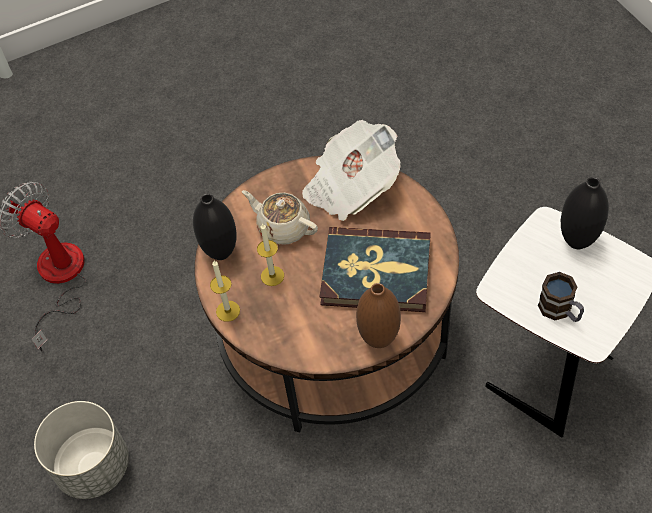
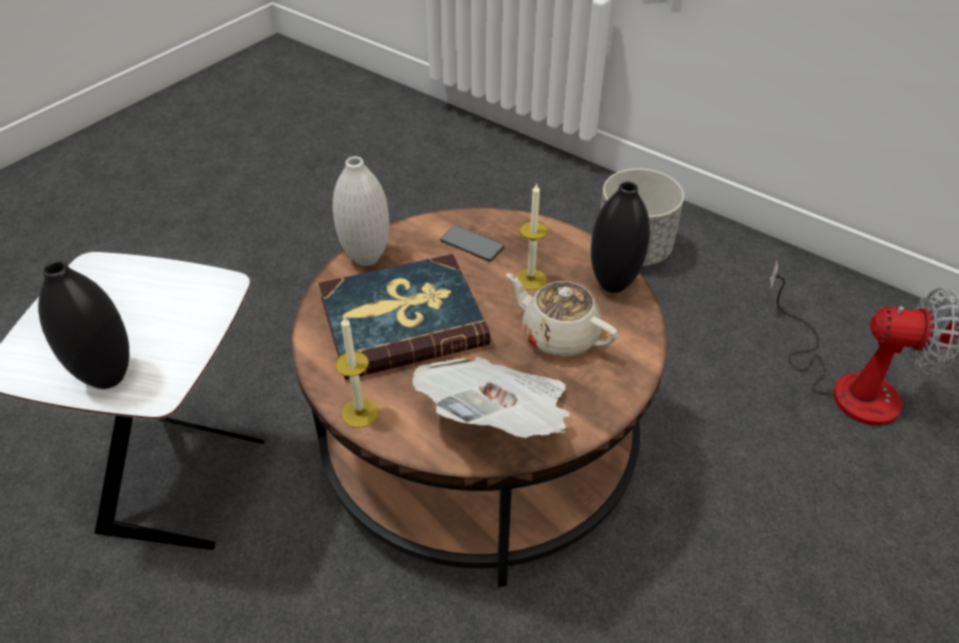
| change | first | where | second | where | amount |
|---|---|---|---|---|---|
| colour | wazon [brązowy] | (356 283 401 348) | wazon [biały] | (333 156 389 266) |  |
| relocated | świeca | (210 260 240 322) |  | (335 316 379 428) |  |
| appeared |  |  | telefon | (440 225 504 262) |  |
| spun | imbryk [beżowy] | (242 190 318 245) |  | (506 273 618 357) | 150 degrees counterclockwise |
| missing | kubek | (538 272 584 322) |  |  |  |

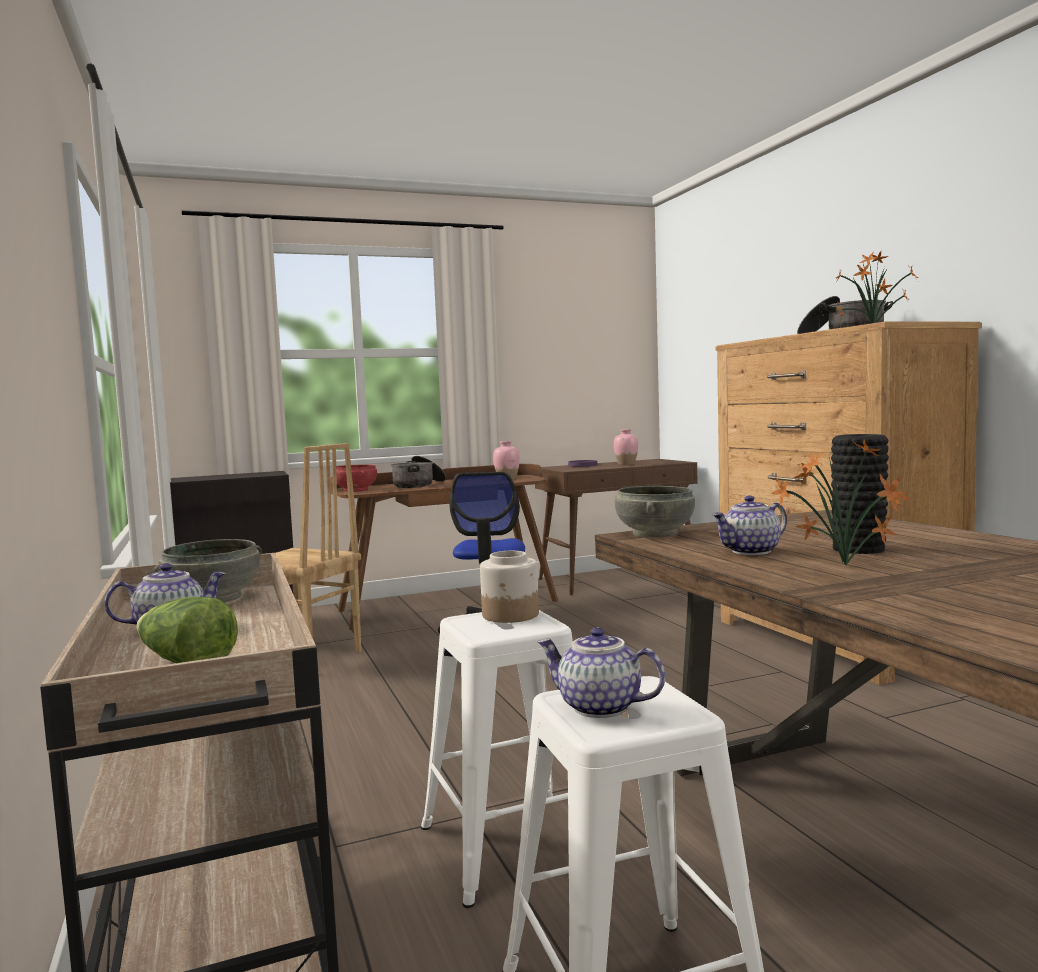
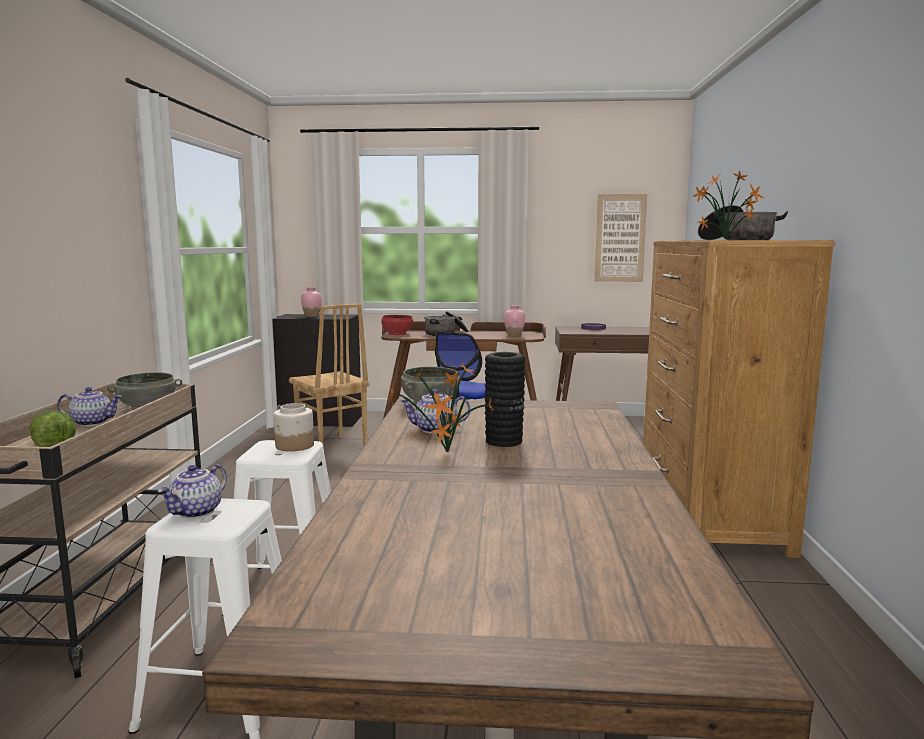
| change | first | where | second | where | amount |
|---|---|---|---|---|---|
| spun | imbryk | (537 627 665 718) |  | (158 464 227 519) | 120 degrees counterclockwise |
| relocated | wazon [różowy] | (614 429 638 465) |  | (301 287 322 317) |  |
| appeared |  |  | obraz | (595 194 647 282) |  |

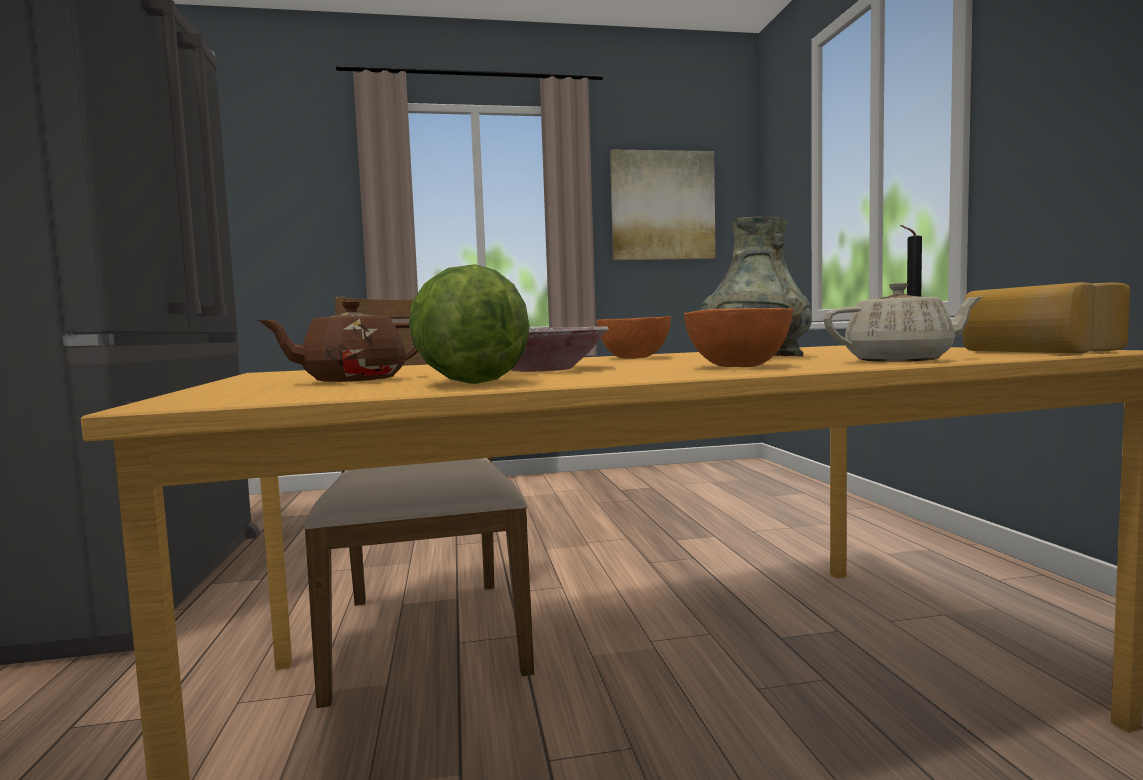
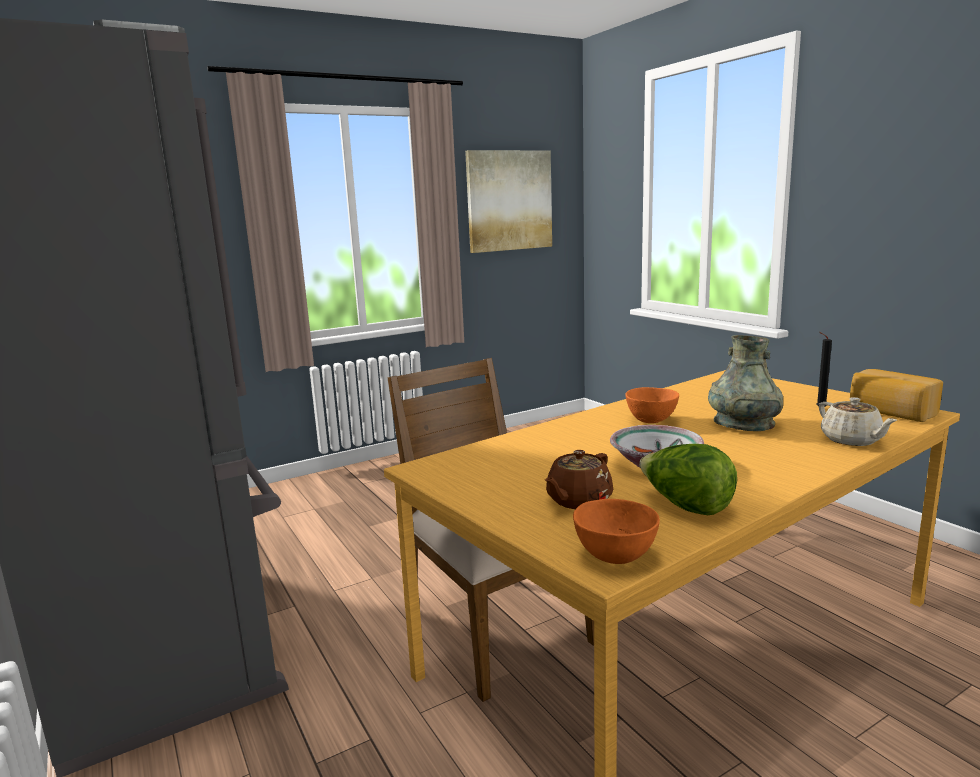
| change | first | where | second | where | amount |
|---|---|---|---|---|---|
| relocated | miska [pomarańczowy] | (684 308 793 367) |  | (573 499 660 564) |  |
| spun | imbryk [beżowy] | (823 283 983 362) |  | (819 397 897 446) | 90 degrees clockwise |

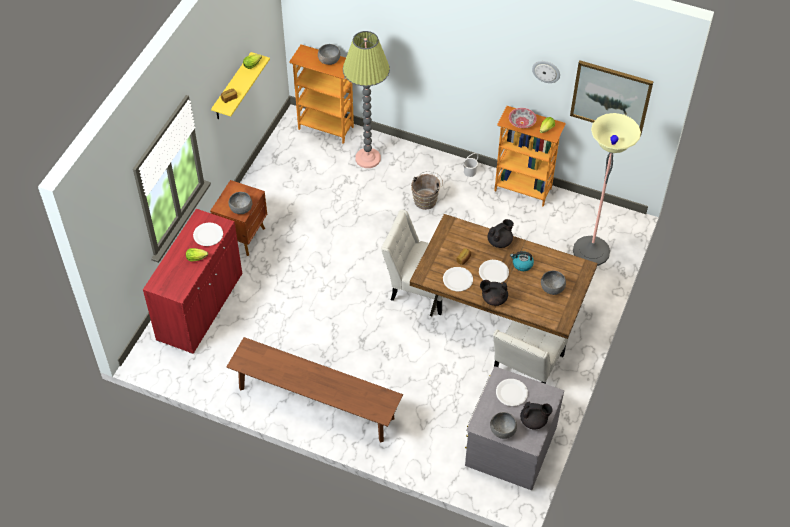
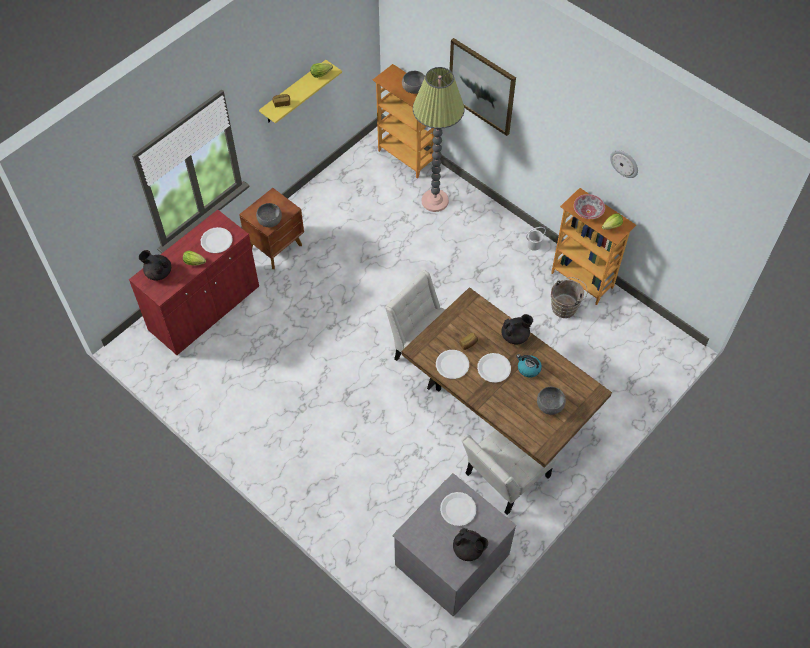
| change | first | where | second | where | amount |
|---|---|---|---|---|---|
| relocated | imbryk [czarny] | (480 280 508 306) |  | (139 250 171 281) |  |
| relocated | obraz | (570 61 654 137) |  | (450 38 516 136) |  |
| relocated | wiadro [brązowy] | (411 171 443 210) |  | (551 277 588 318) |  |
| missing | ławka [brązowy] | (226 337 403 443) |  |  |  |
| missing | miska [szary] | (490 412 517 439) |  |  |  |
| missing | lampa stojąca | (573 113 641 266) |  |  |  |

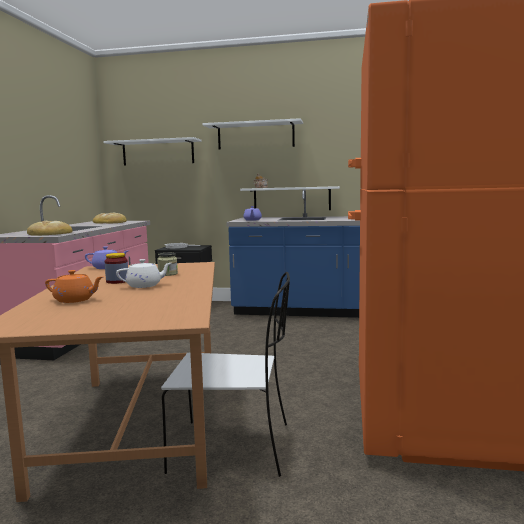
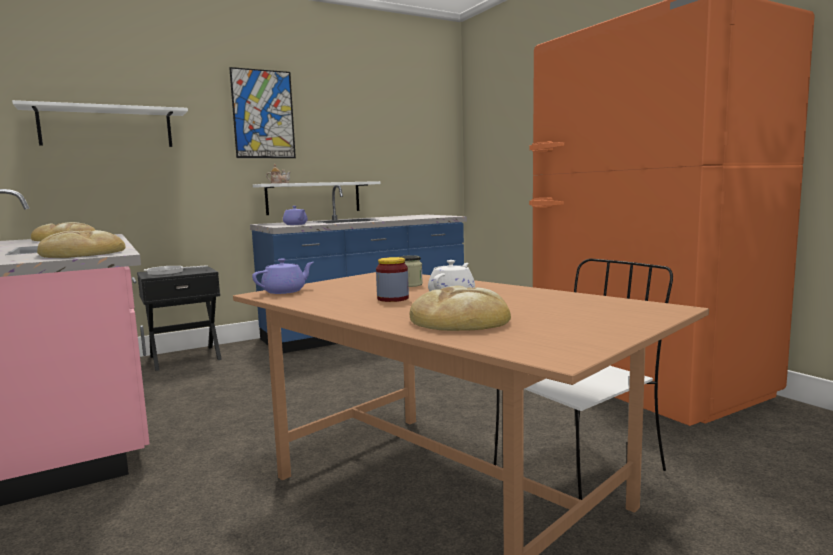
| change | first | where | second | where | amount |
|---|---|---|---|---|---|
| exchanged | półka [biały] | (202 118 303 150) | obraz | (229 67 296 158) |  |
| exchanged | imbryk [pomarańczowy] | (45 270 103 303) | chleb | (410 285 511 331) |  |

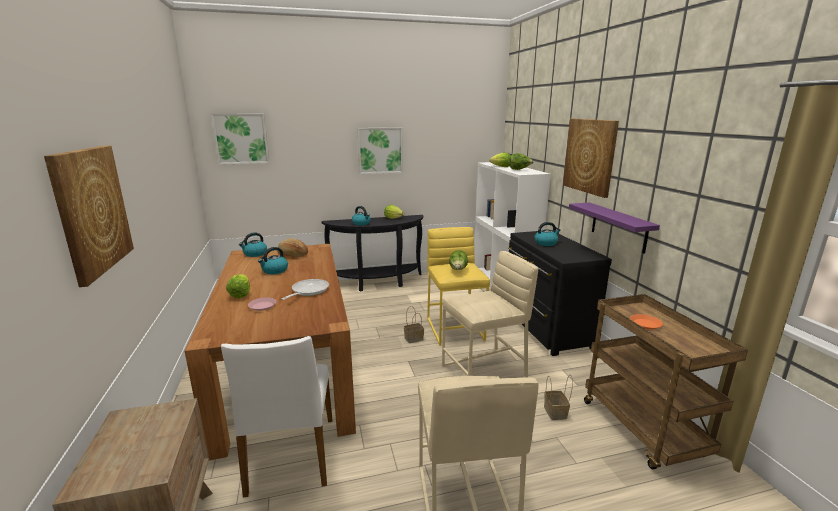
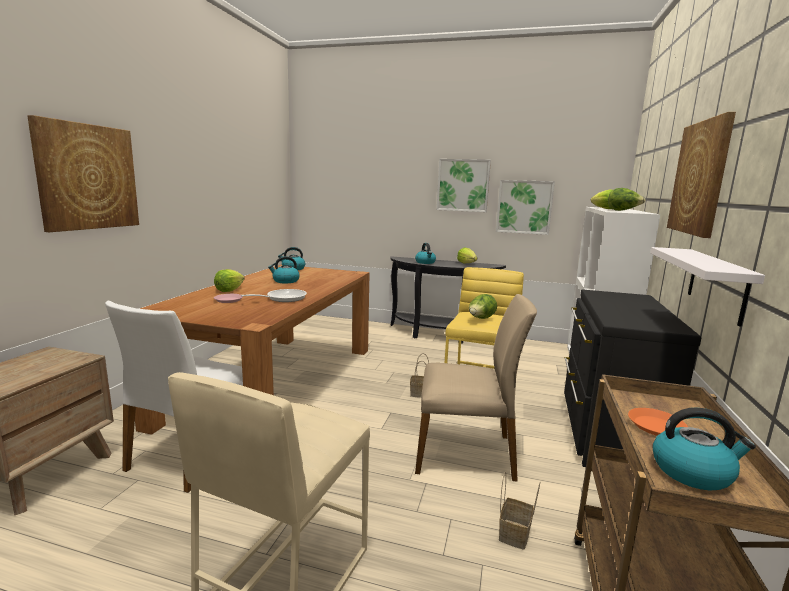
| change | first | where | second | where | amount |
|---|---|---|---|---|---|
| exchanged | stołek [beżowy] | (442 251 538 378) | krzesło [beżowy] | (415 294 537 482) |  |
| relocated | obraz | (211 114 270 165) |  | (496 180 555 235) |  |
| colour | półka [fioletowy] | (569 203 660 254) | półka [biały] | (651 247 765 326) |  |
| relocated | czajnik | (534 222 561 246) |  | (652 408 756 490) |  |
| missing | chleb | (277 238 308 257) |  |  |  |

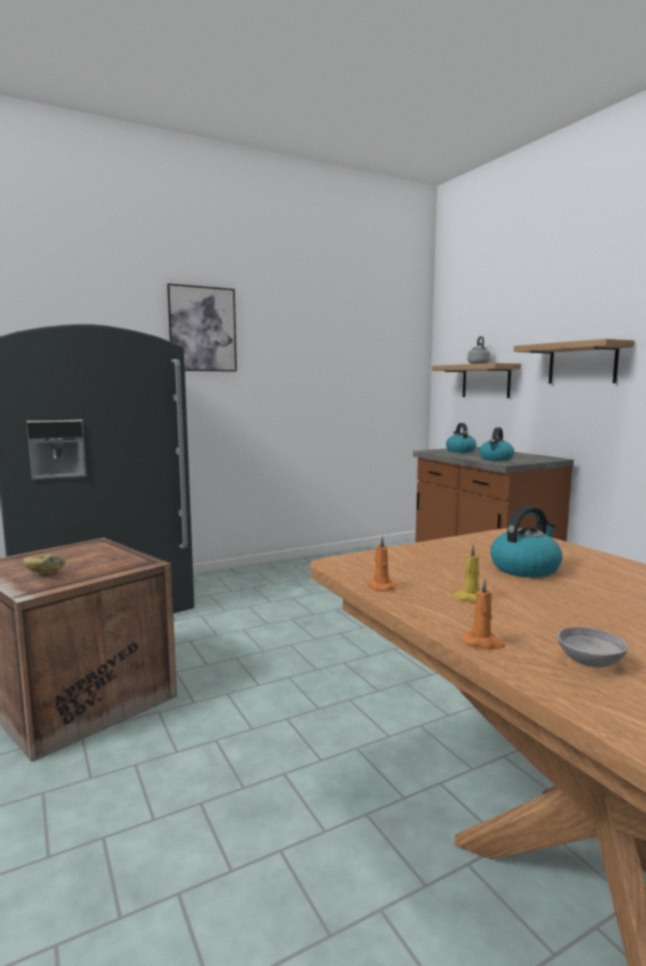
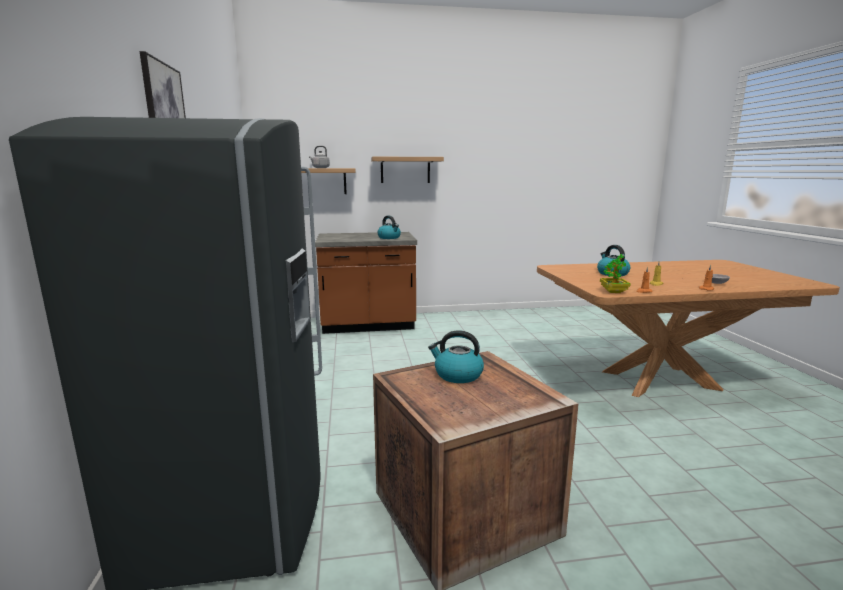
| change | first | where | second | where | amount |
|---|---|---|---|---|---|
| relocated | czajnik | (446 423 477 453) |  | (428 330 484 383) |  |
| appeared |  |  | roślina doniczkowa | (600 254 631 293) |  |
| missing | chleb | (23 554 66 574) |  |  |  |

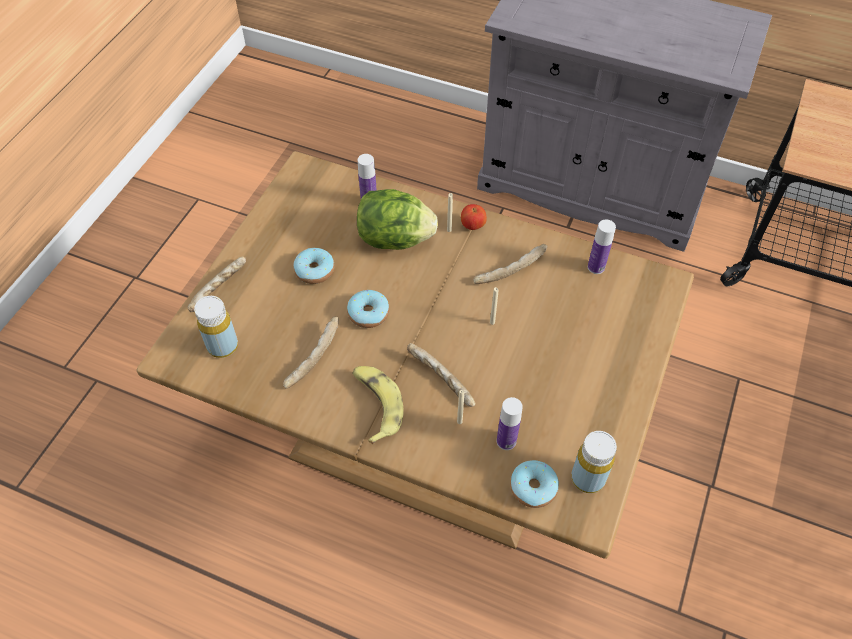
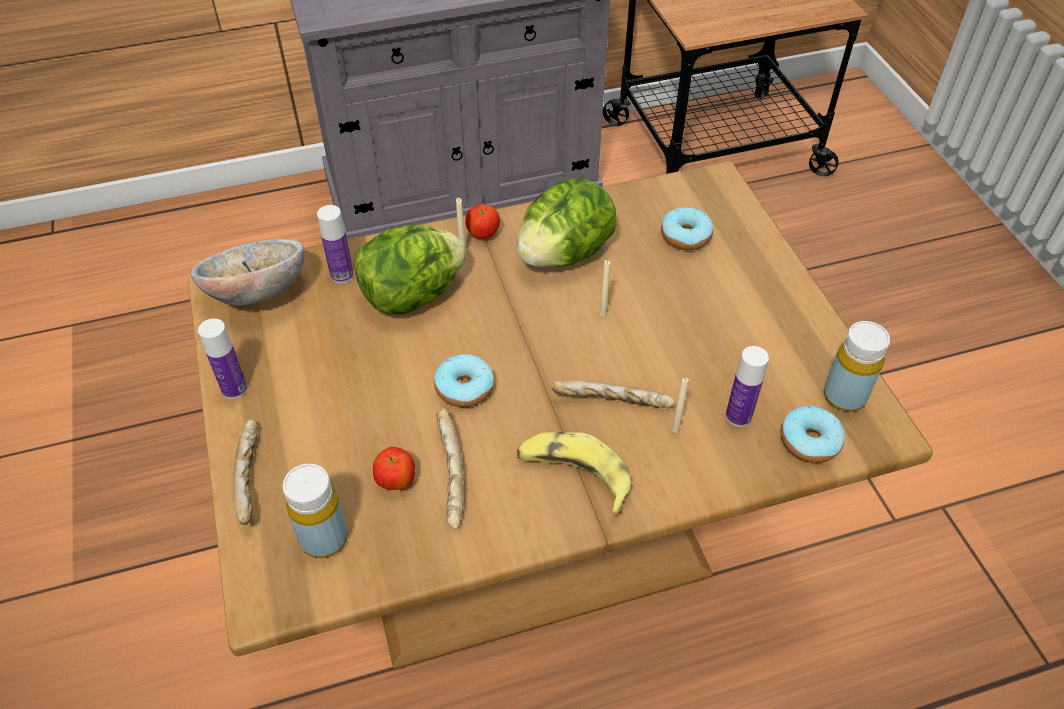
| change | first | where | second | where | amount |
|---|---|---|---|---|---|
| appeared |  |  | miska | (191 239 305 306) |  |
| relocated | butelka | (588 219 616 274) |  | (198 318 248 399) |  |
| appeared |  |  | jabłko | (373 447 415 490) |  |
| exchanged | chleb | (473 244 548 284) | sałata | (517 178 617 267) |  |
| relocated | donut | (293 248 334 284) |  | (661 207 713 250) |  |

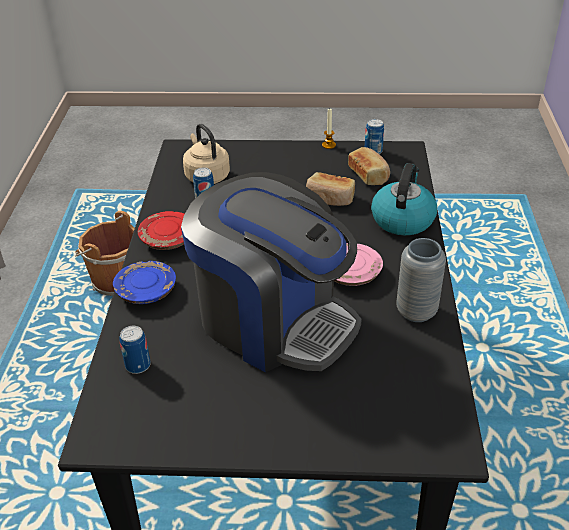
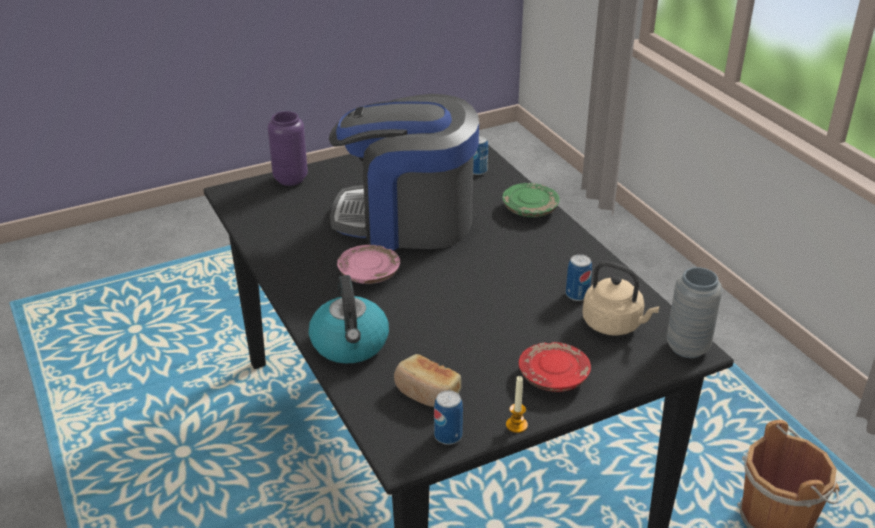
| change | first | where | second | where | amount |
|---|---|---|---|---|---|
| appeared |  |  | wazon [fioletowy] | (268 111 308 186) |  |
| colour | talerz [niebieski] | (113 261 176 304) | talerz [zielony] | (502 183 560 217) |  |
| relocated | talerz [czerwony] | (138 211 184 250) |  | (519 342 591 392) |  |
| relocated | wazon [szary] | (396 238 446 322) |  | (667 267 722 358) |  |
| missing | chleb | (306 172 355 206) |  |  |  |

